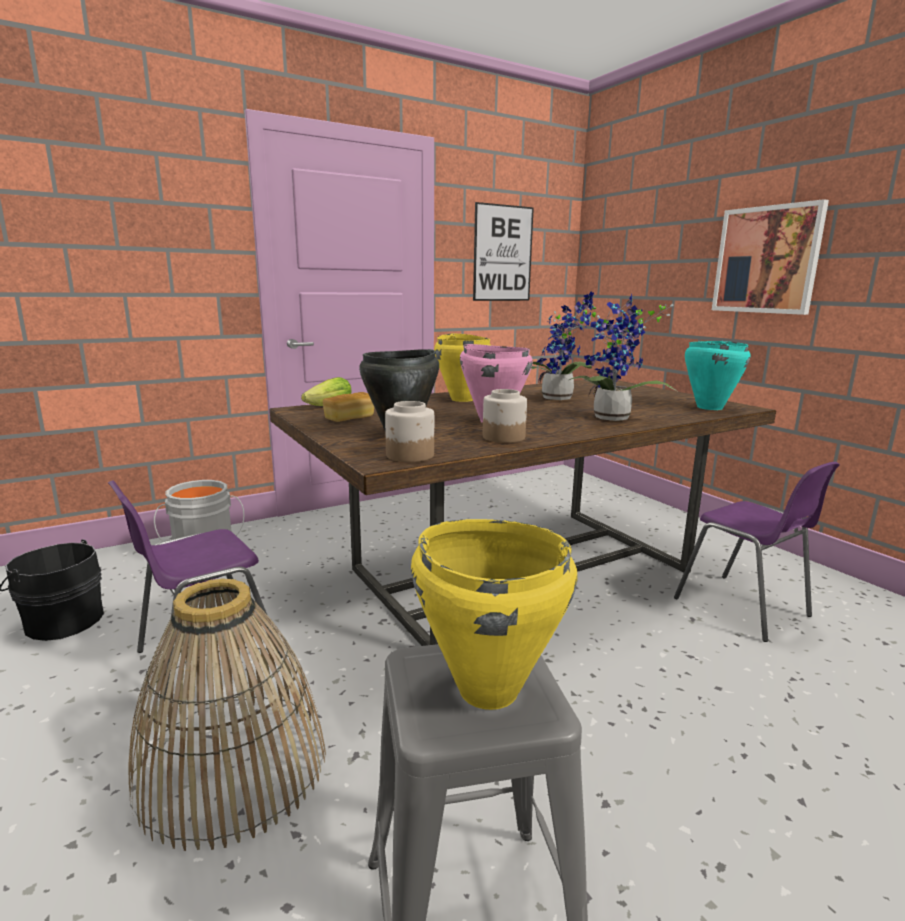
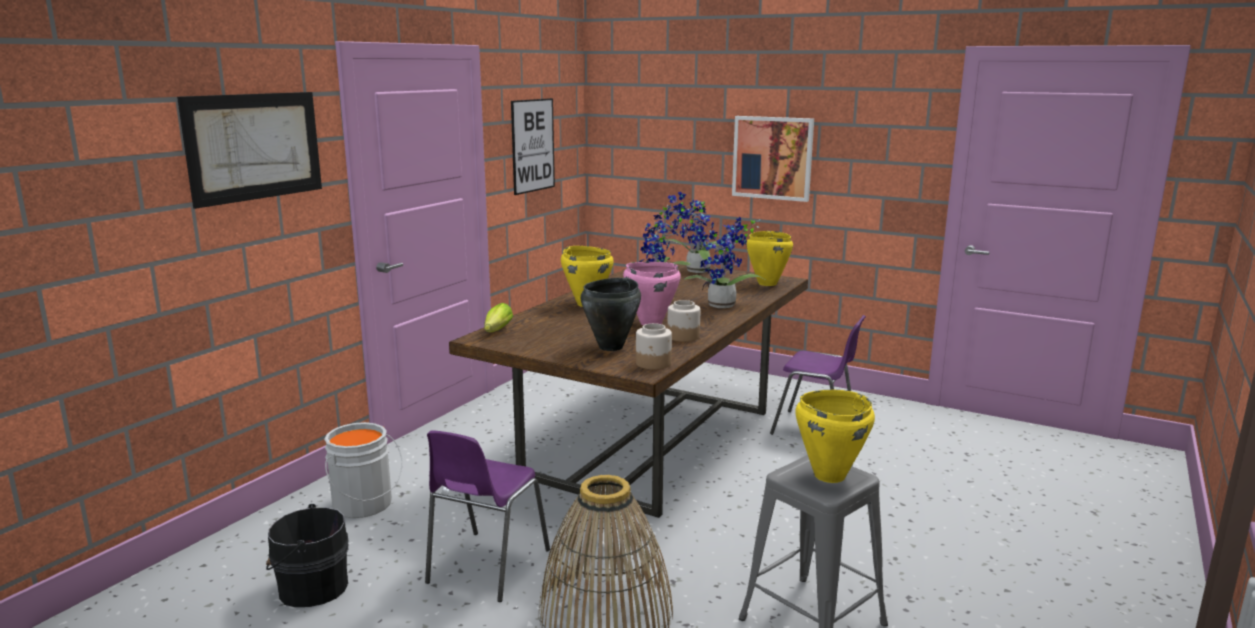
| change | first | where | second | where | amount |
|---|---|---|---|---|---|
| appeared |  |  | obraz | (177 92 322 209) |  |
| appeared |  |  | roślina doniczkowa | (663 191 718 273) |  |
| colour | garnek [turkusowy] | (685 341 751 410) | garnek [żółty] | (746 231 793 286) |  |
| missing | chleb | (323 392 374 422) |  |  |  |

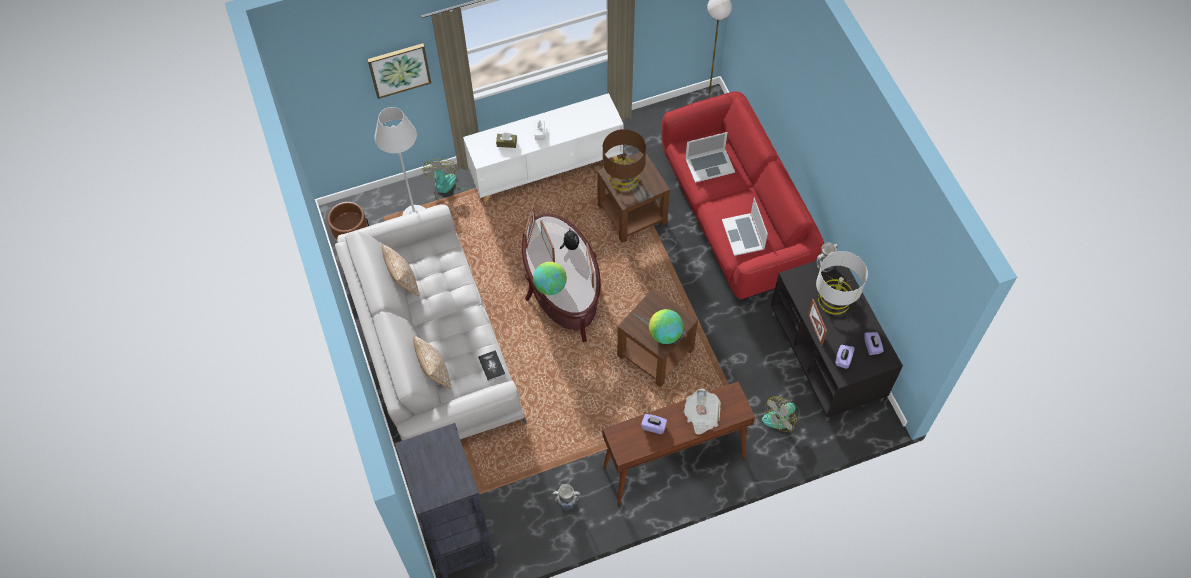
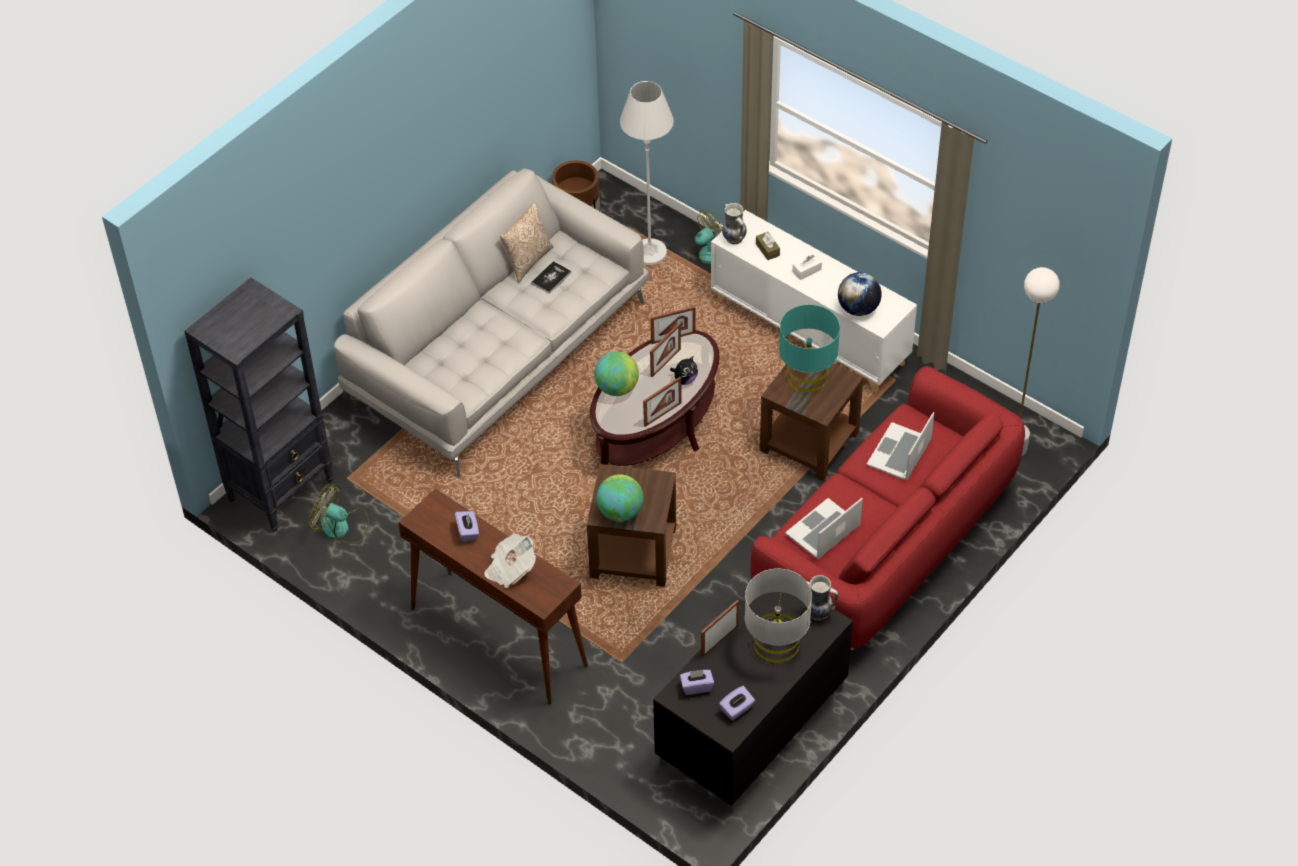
| change | first | where | second | where | amount |
|---|---|---|---|---|---|
| relocated | wentylator | (762 396 800 432) |  | (309 484 369 544) |  |
| relocated | książka | (478 350 506 381) |  | (531 261 571 294) |  |
| relocated | wazon | (553 484 580 509) |  | (722 203 747 244) |  |
| colour | lampa stołowa [brązowy] | (603 129 646 191) | lampa stołowa [turkusowy] | (779 305 840 392) |  |
| appeared |  |  | globus | (838 272 882 316) |  |
| spun | laptop | (685 132 735 183) |  | (866 412 934 481) | 75 degrees clockwise |
| missing | obraz | (367 43 431 99) |  |  |  |
| missing | poduszka | (413 336 451 389) |  |  |  |

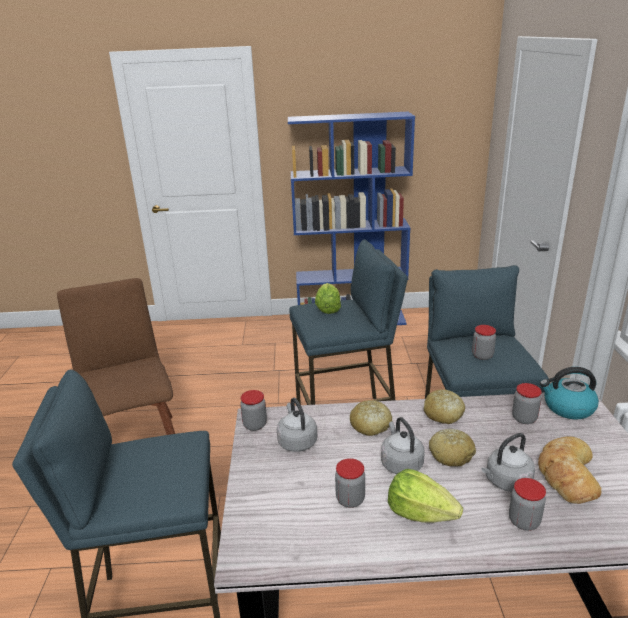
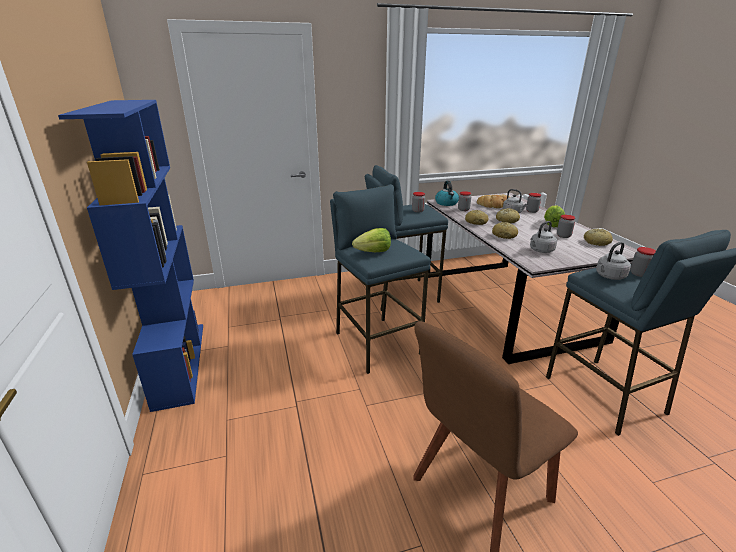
| change | first | where | second | where | amount |
|---|---|---|---|---|---|
| appeared |  |  | chleb | (584 229 613 246) |  |
| relocated | czajnik [szary] | (381 417 425 474) |  | (596 242 631 280) |  |
| relocated | słoik | (240 390 267 431) |  | (630 247 656 277) |  |

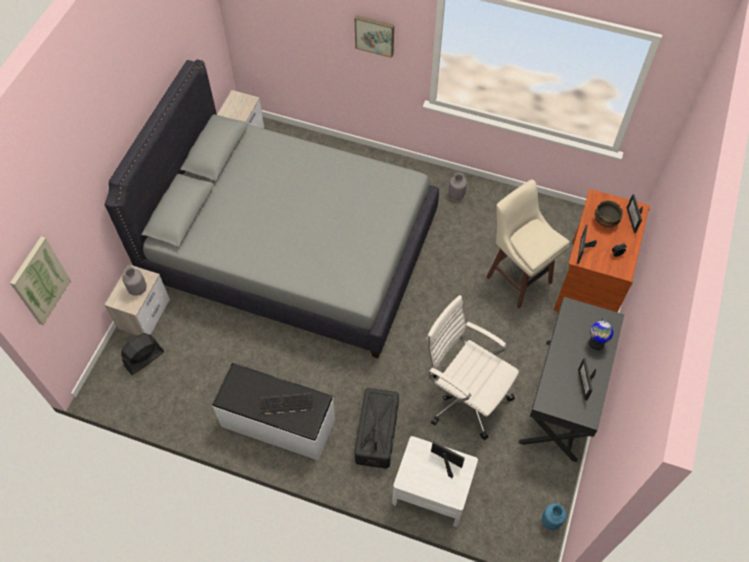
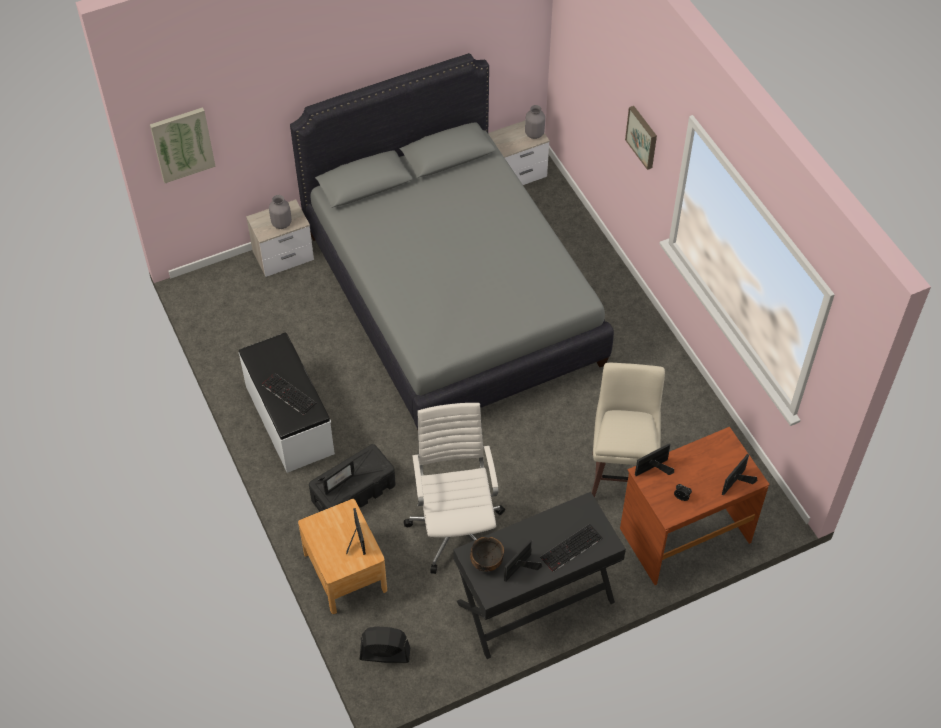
| change | first | where | second | where | amount |
|---|---|---|---|---|---|
| colour | szafka nocna [biały] | (392 436 478 527) | szafka nocna [brązowy] | (298 499 387 614) |  |
| relocated | wentylator [czarny] | (121 333 164 375) |  | (360 627 410 663) |  |
| relocated | miska | (595 200 623 227) |  | (470 537 504 572) |  |
| relocated | wazon [szary] | (449 172 467 200) |  | (525 105 545 139) |  |
| exchanged | globus | (589 318 613 350) | klawiatura | (540 524 602 572) |  |
| missing | wazon [niebieski] | (542 503 566 530) |  |  |  |

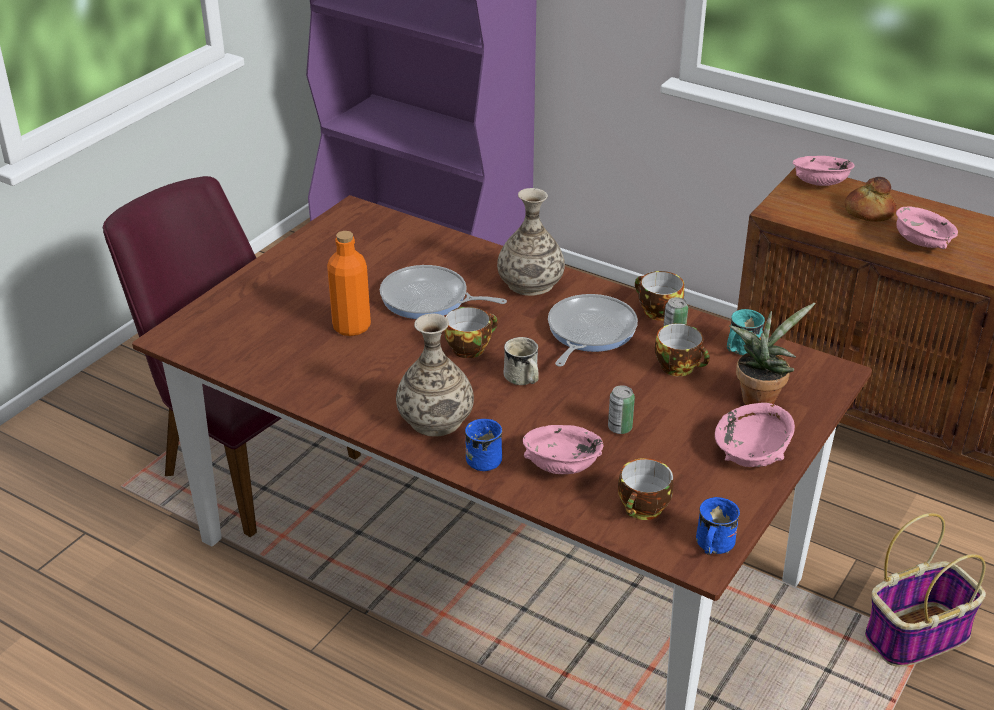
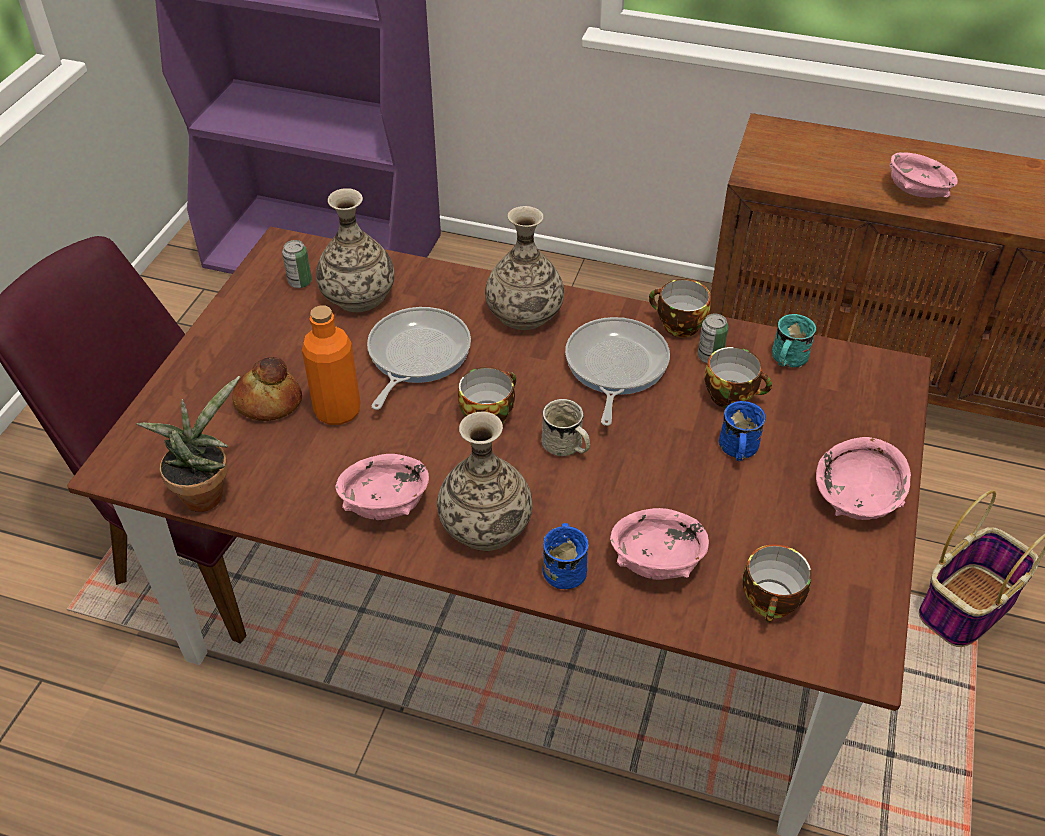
| change | first | where | second | where | amount |
|---|---|---|---|---|---|
| relocated | roślina doniczkowa | (729 303 815 405) |  | (136 376 240 512) |  |
| relocated | chleb | (845 177 897 222) |  | (232 357 302 421) |  |
| relocated | puszka | (608 385 635 434) |  | (282 240 312 288) |  |
| appeared |  |  | wazon | (316 188 395 312) |  |
| relocated | miska [różowy] | (793 156 855 186) |  | (335 454 429 520) |  |
| spun | patelnia | (380 265 507 319) |  | (367 307 471 410) | 105 degrees clockwise |
| relocated | kubek [niebieski] | (696 497 740 555) |  | (719 401 766 461) |  |

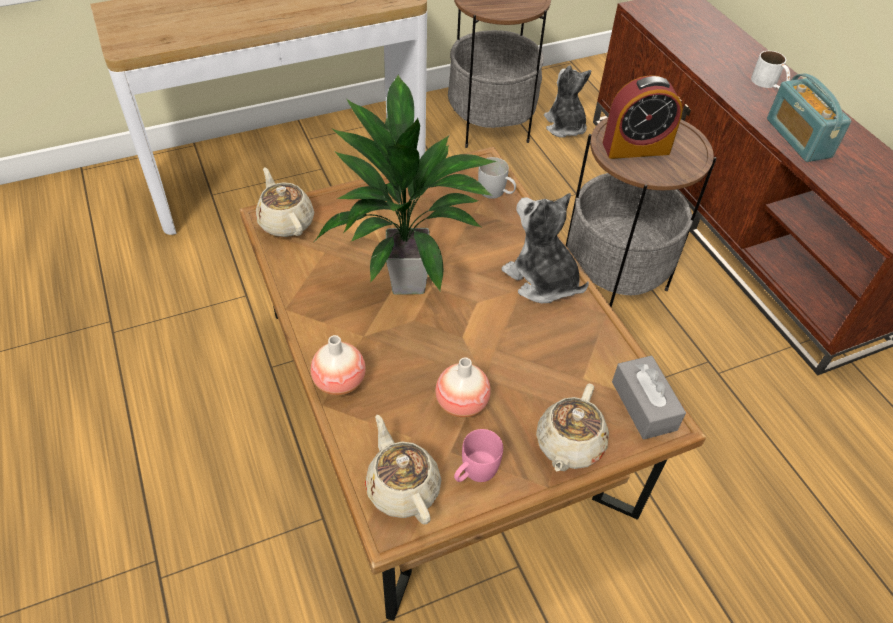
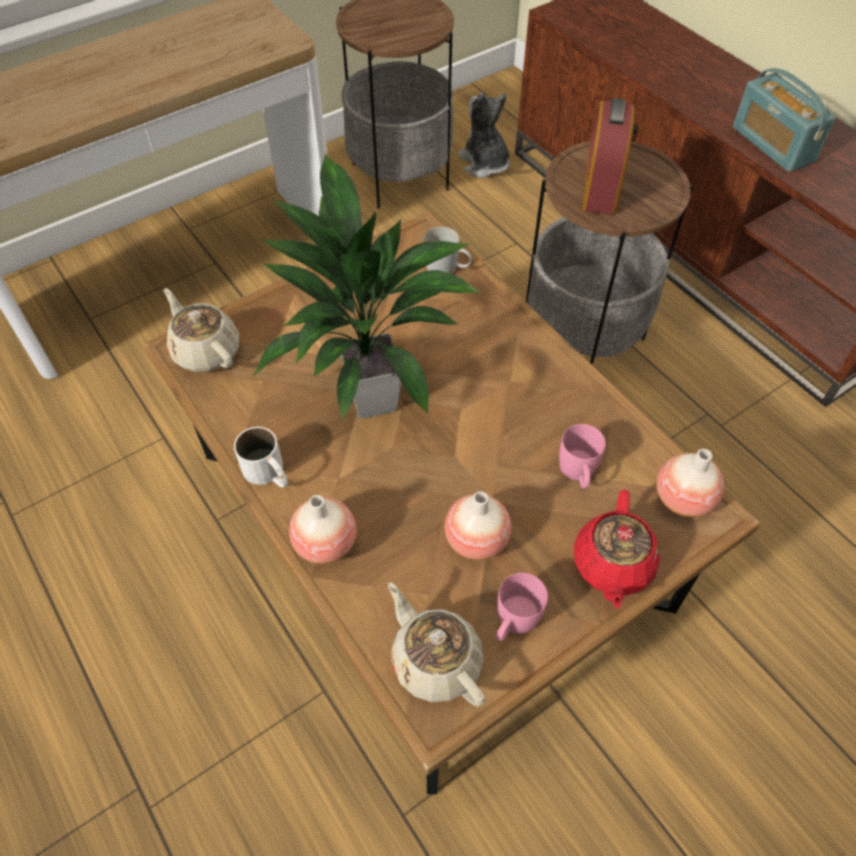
| change | first | where | second | where | amount |
|---|---|---|---|---|---|
| relocated | kubek [biały] | (751 51 790 89) |  | (234 427 288 488) |  |
| appeared |  |  | kubek [różowy] | (559 424 606 489) |  |
| colour | imbryk [beżowy] | (536 384 609 472) | imbryk [czerwony] | (573 490 660 609) |  |
| spun | budzik | (603 75 683 159) |  | (582 98 635 214) | 120 degrees clockwise |
| exchanged | pudełko chusteczek [szary] | (612 356 686 440) | wazon | (656 449 724 517) |  |
| missing | pluszak | (502 193 589 303) |  |  |  |

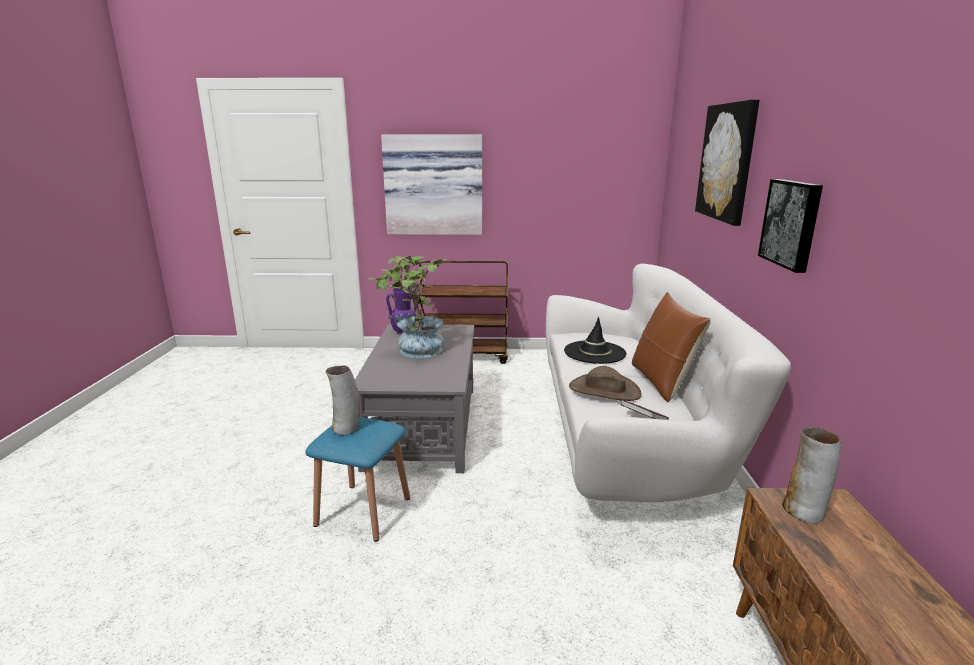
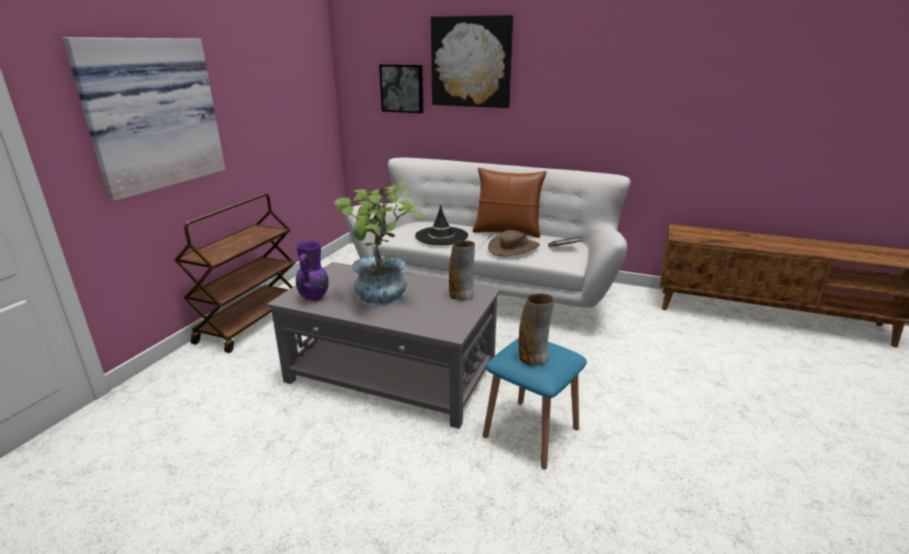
| change | first | where | second | where | amount |
|---|---|---|---|---|---|
| relocated | obraz | (758 179 823 273) |  | (379 64 423 113) |  |
| relocated | wazon | (782 427 841 523) |  | (449 241 475 300) |  |

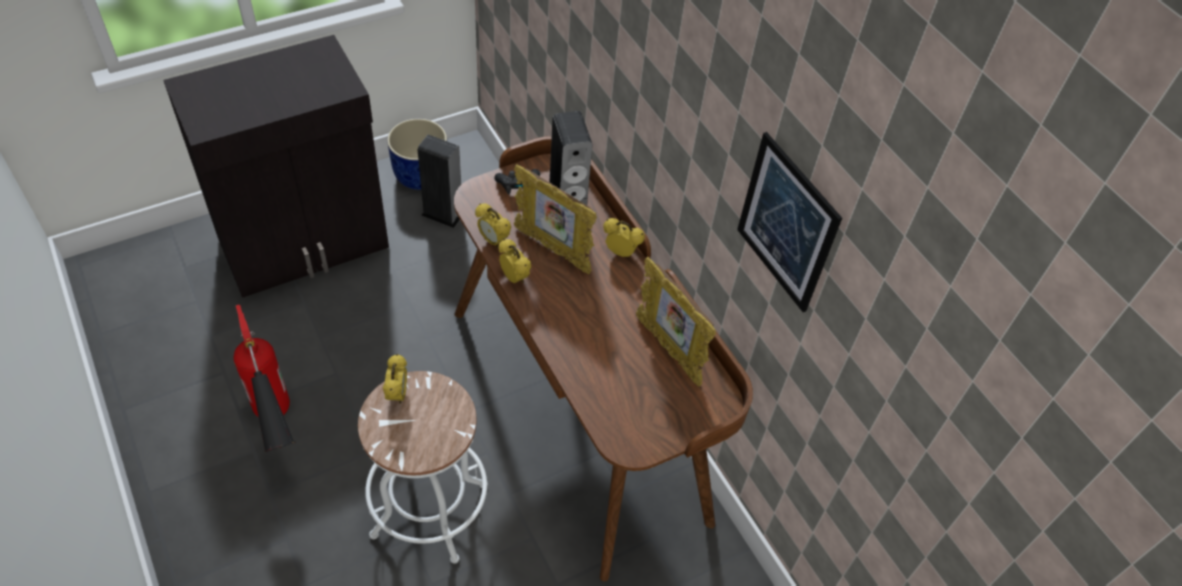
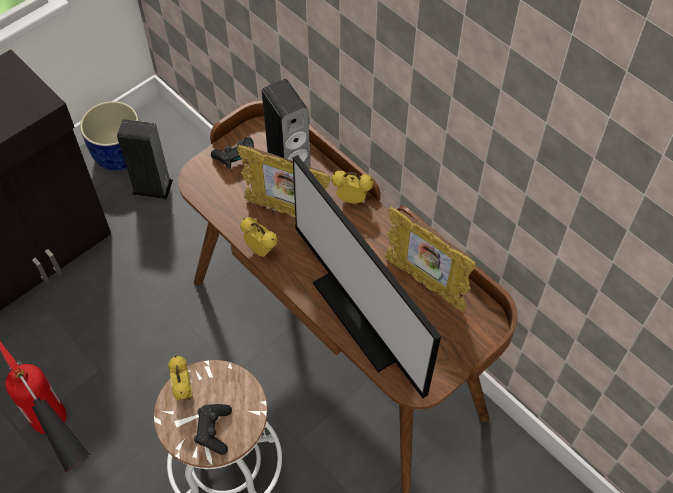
| change | first | where | second | where | amount |
|---|---|---|---|---|---|
| appeared |  |  | pad do gier [czarny] | (194 404 232 455) |  |
| appeared |  |  | monitor | (293 155 441 398) |  |
| missing | budzik | (475 203 511 248) |  |  |  |
| missing | obraz | (737 132 842 312) |  |  |  |

